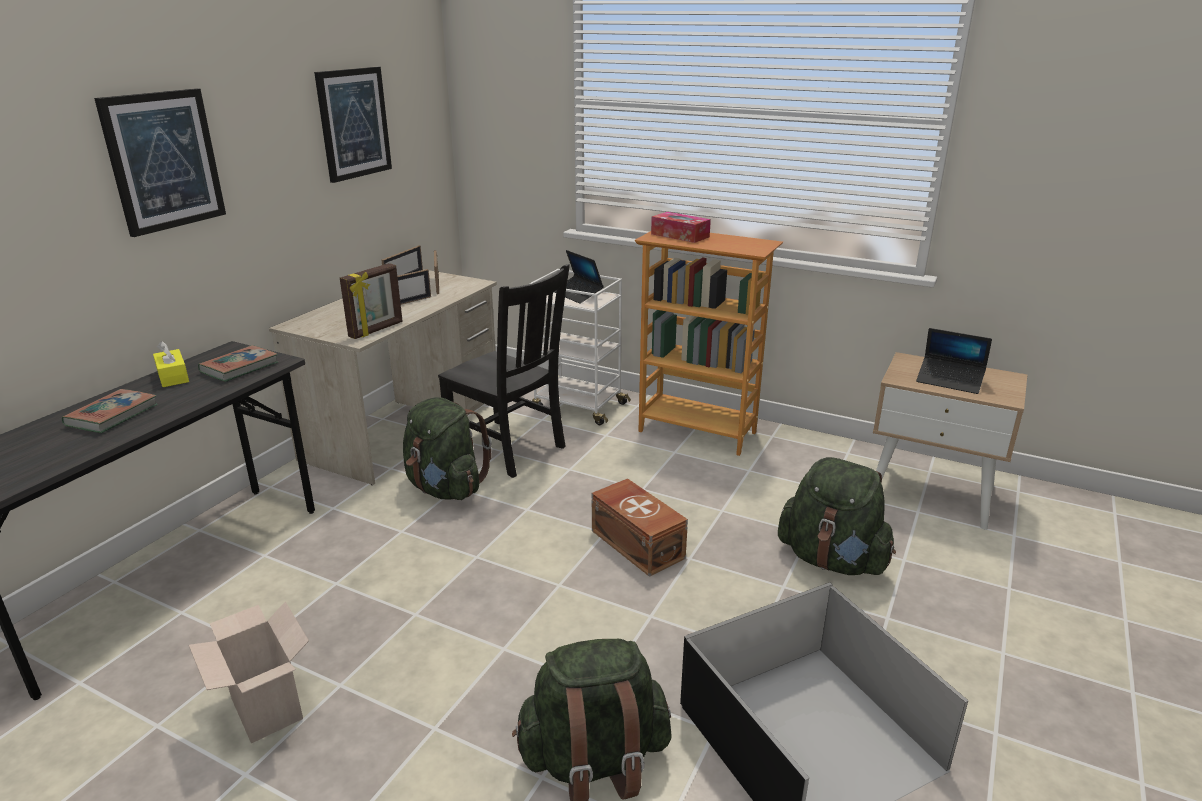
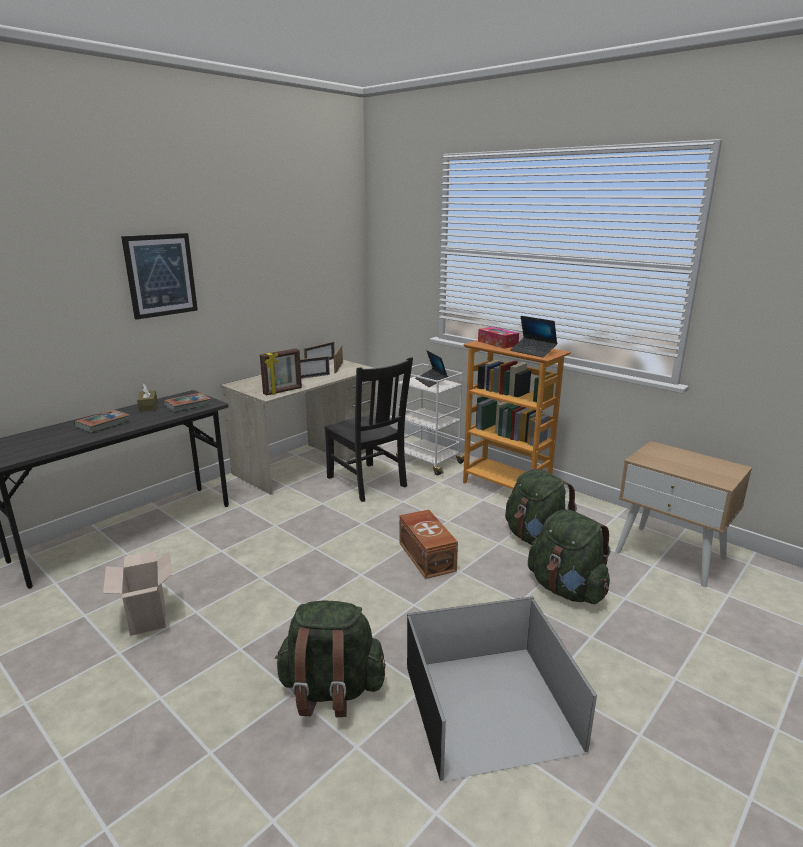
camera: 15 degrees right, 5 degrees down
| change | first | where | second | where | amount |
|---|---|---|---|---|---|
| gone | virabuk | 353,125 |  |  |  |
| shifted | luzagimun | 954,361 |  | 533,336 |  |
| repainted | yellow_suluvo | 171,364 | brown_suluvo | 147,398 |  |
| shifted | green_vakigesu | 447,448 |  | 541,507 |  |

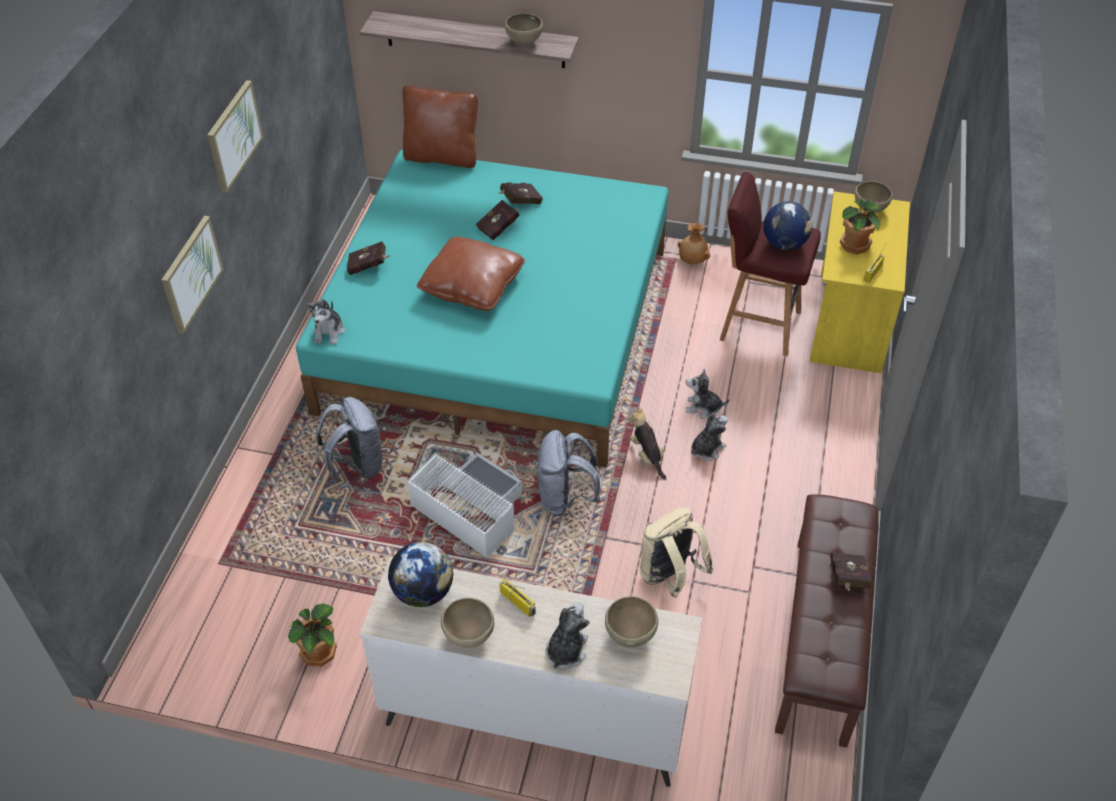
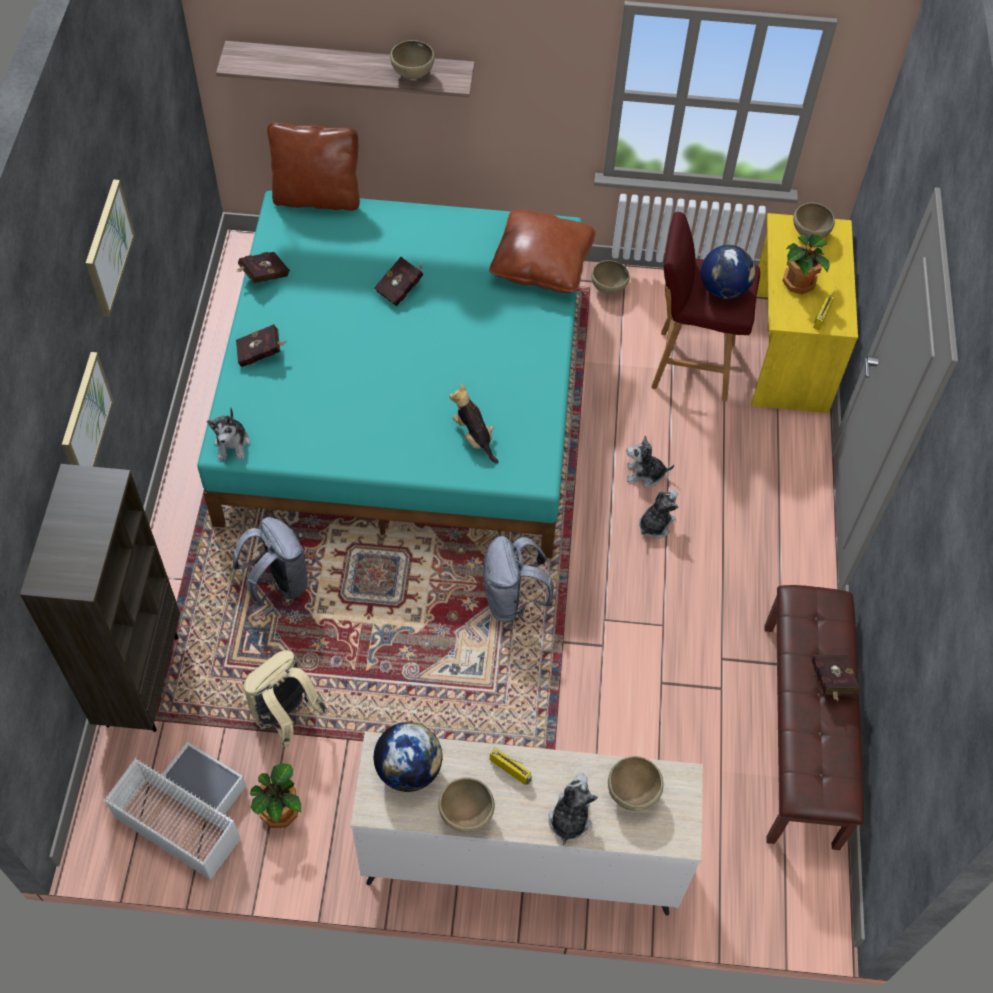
camera: 10 degrees left, 10 degrees up
| change | first | where | second | where | amount |
|---|---|---|---|---|---|
| shifted | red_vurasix | 521,193 |  | 263,267 |  |
| swapped | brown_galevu | 694,243 | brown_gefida | 610,277 |  |
| shifted | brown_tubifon | 471,274 |  | 542,251 |  |
| shifted | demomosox | 647,443 |  | 473,424 |  |
| shifted | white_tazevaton | 464,505 |  | 175,810 |  |
| shifted | beige_vakigesu | 677,552 |  | 285,698 |  |
| new |  |  | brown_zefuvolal | 100,598 |  |

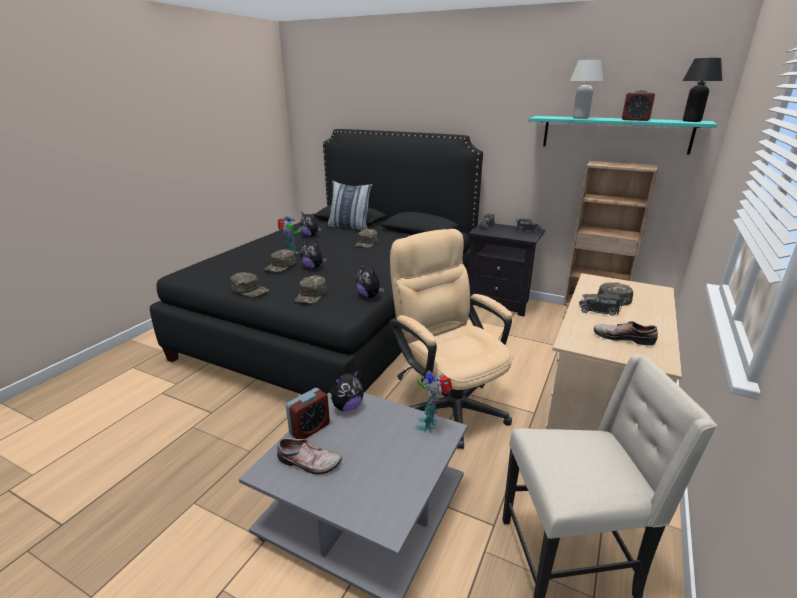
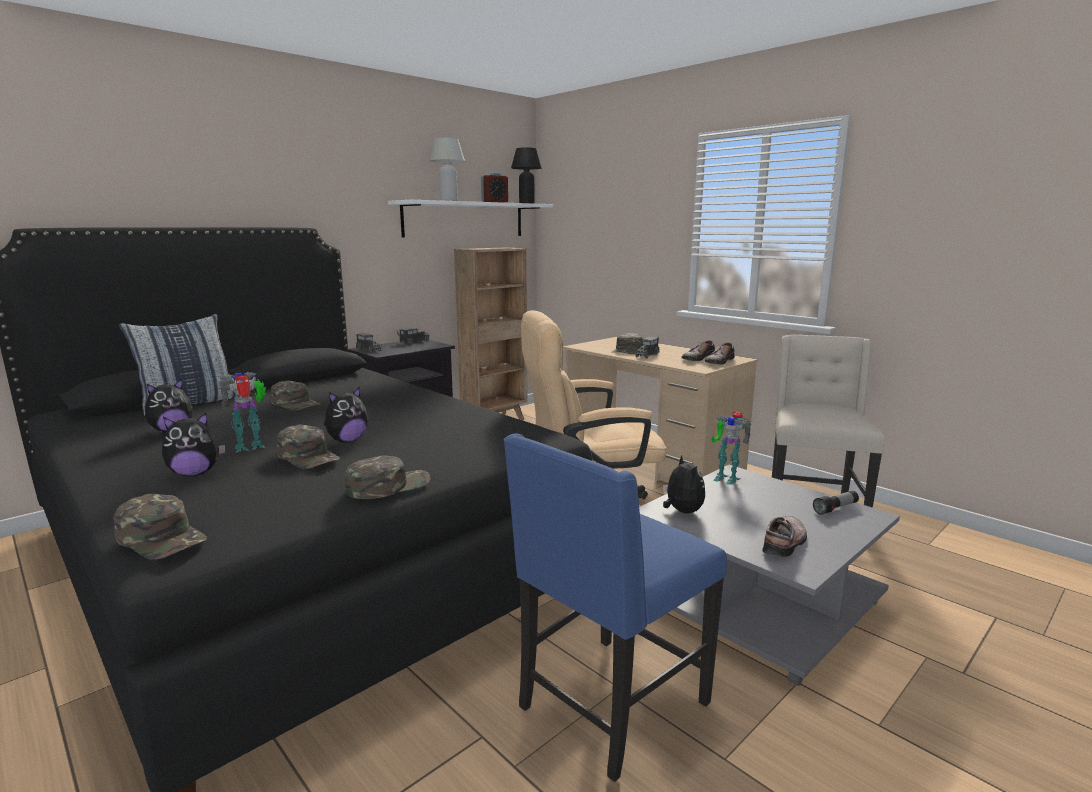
camera: 70 degrees left, 10 degrees down
| change | first | where | second | where | amount |
|---|---|---|---|---|---|
| repainted | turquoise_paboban | 622,135 | white_paboban | 470,219 |  |
| shifted | demomosox | 370,281 |  | 193,444 |  |
| shifted | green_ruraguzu | 310,289 |  | 160,527 |  |
| gone | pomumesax | 308,413 |  |  |  |
| new |  |  | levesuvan | 720,353 |  |
| new |  |  | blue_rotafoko | 615,608 |  |
| new |  |  | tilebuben | 836,503 |  |

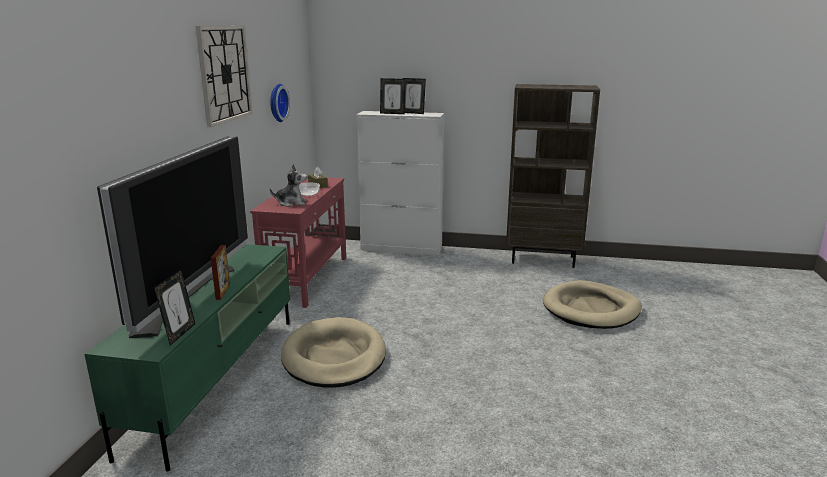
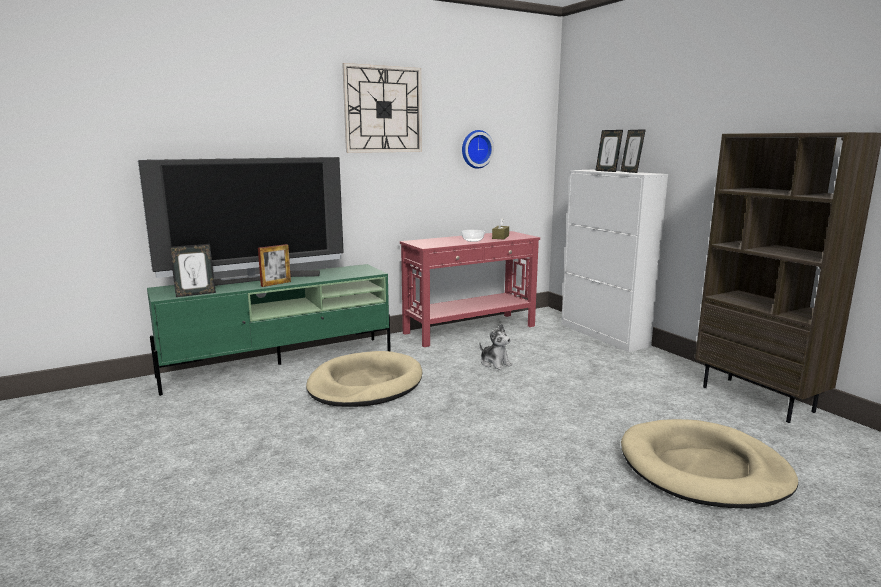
camera: 50 degrees right, 5 degrees down
| change | first | where | second | where | amount |
|---|---|---|---|---|---|
| shifted | demomosox | 288,185 |  | 496,347 |  |

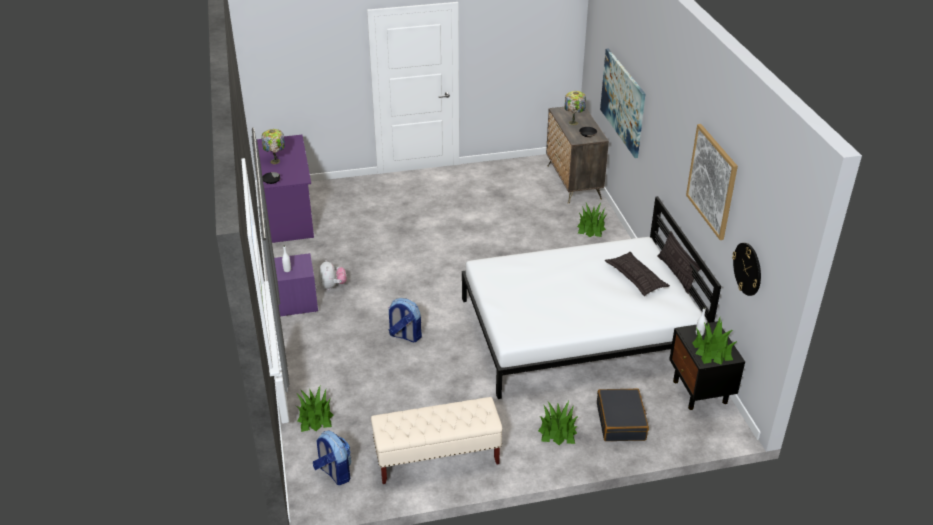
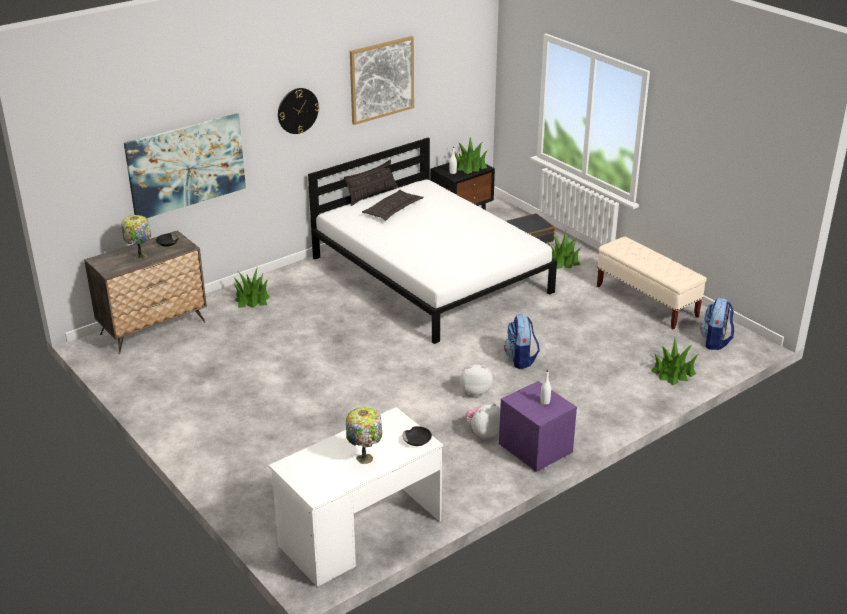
camera: 115 degrees left, 5 degrees down
| change | first | where | second | where | amount |
|---|---|---|---|---|---|
| repainted | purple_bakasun | 285,189 | white_bakasun | 356,497 |  |
| shifted | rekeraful | 746,269 |  | 298,111 |  |
| new |  |  | demomosox | 476,380 |  |

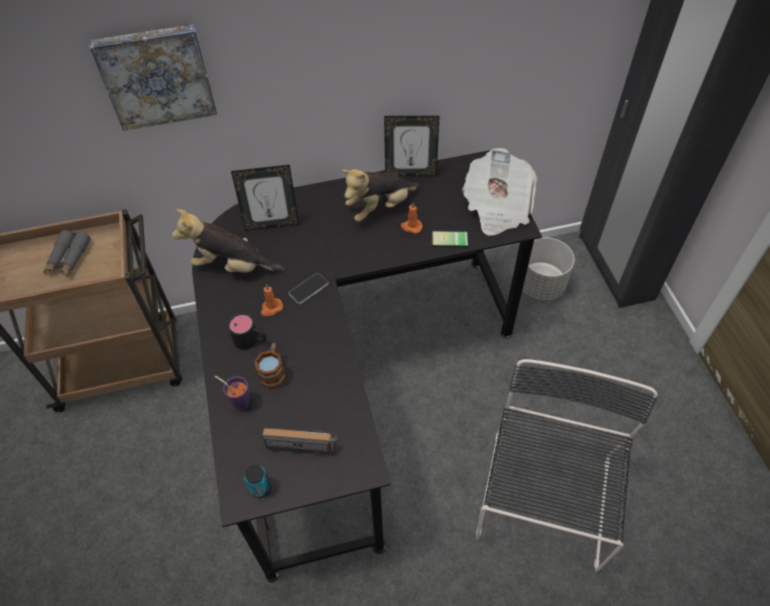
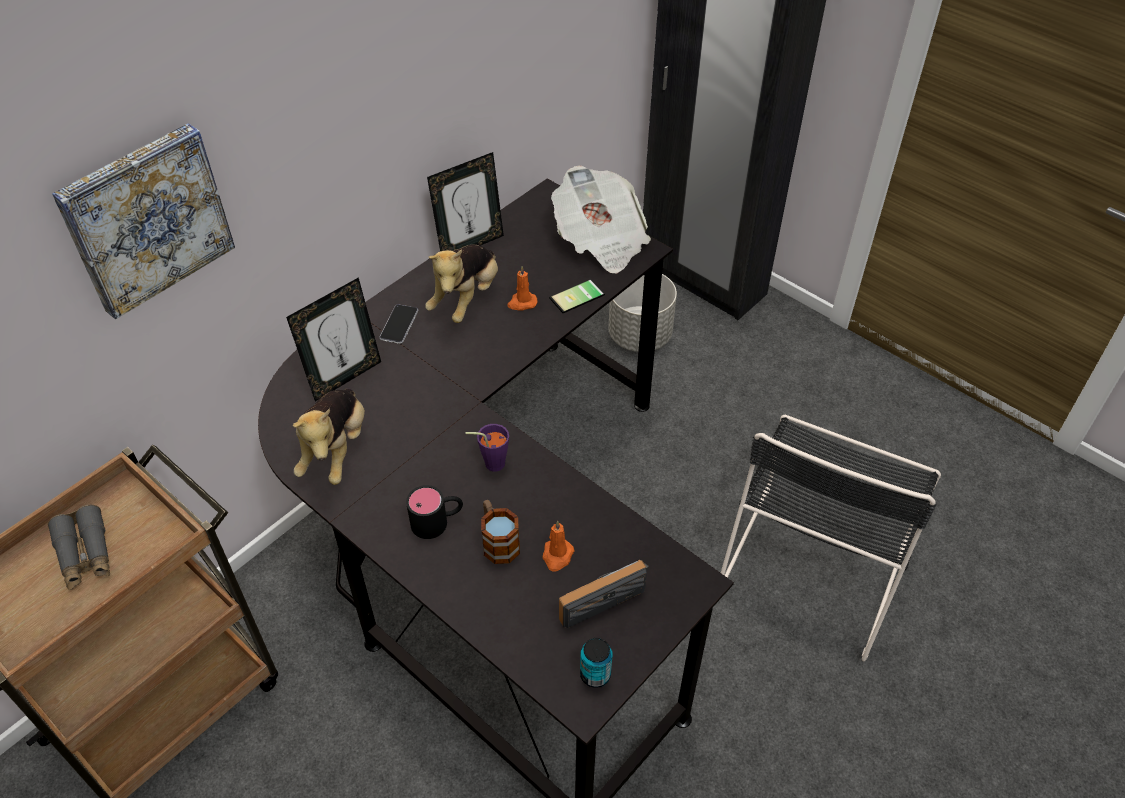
camera: 35 degrees left, 5 degrees down
| change | first | where | second | where | amount |
|---|---|---|---|---|---|
| rotated | demomosox | 228,241 |  | 329,436 | 60 degrees counterclockwise |
| shifted | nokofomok | 309,288 |  | 398,324 |  |
| shifted | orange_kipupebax | 272,300 |  | 558,546 |  |
| rotated | black_rotafoko | 567,465 |  | 831,538 | 135 degrees counterclockwise |
| shifted | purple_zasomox | 232,392 |  | 487,448 |  |

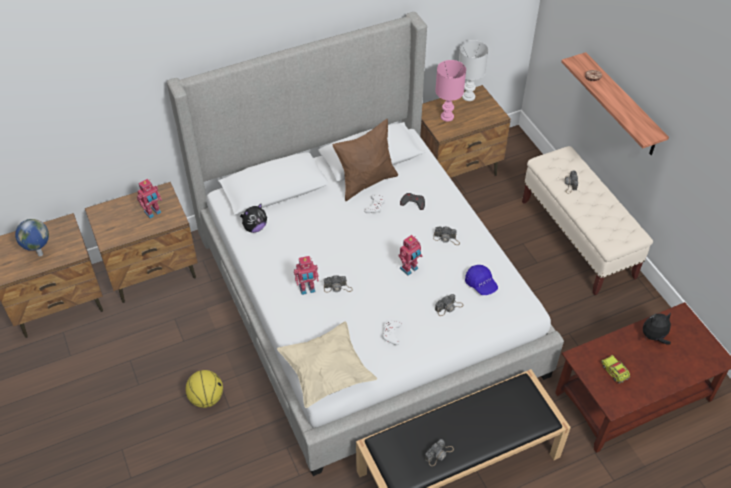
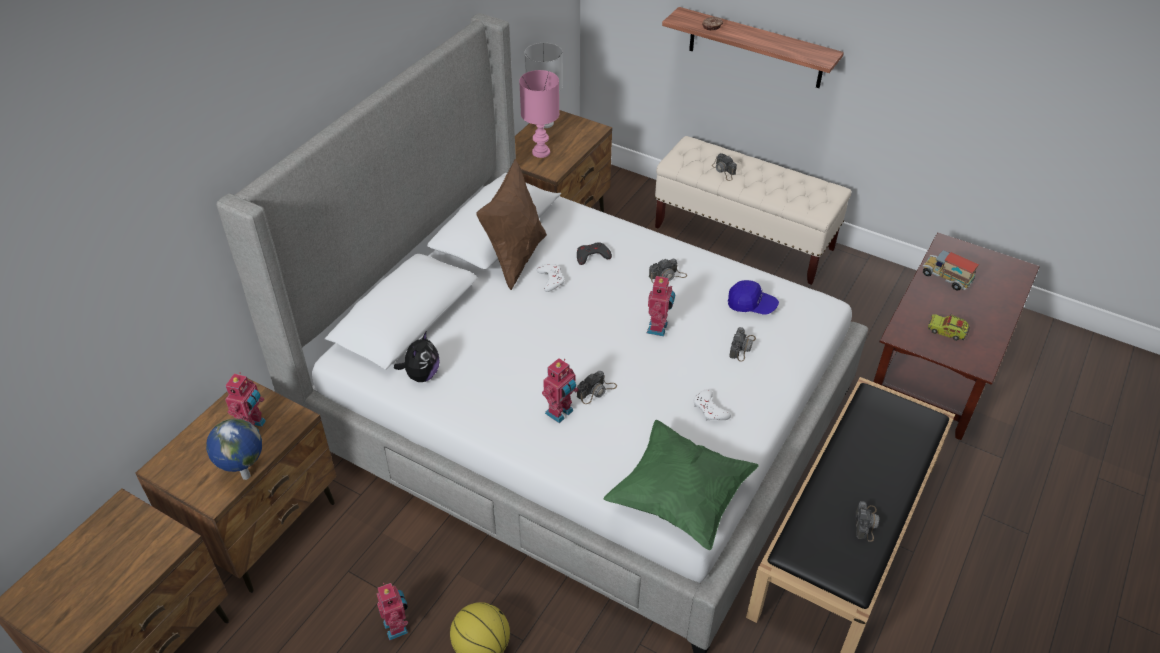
camera: 35 degrees left, 5 degrees down
| change | first | where | second | where | amount |
|---|---|---|---|---|---|
| shifted | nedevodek | 32,237 |  | 234,449 |  |
| swapped | demomosox | 657,329 | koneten | 951,270 |  |
| repainted | beige_tubifon | 327,364 | green_tubifon | 681,485 |  |
| new |  |  | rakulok | 392,612 |  |

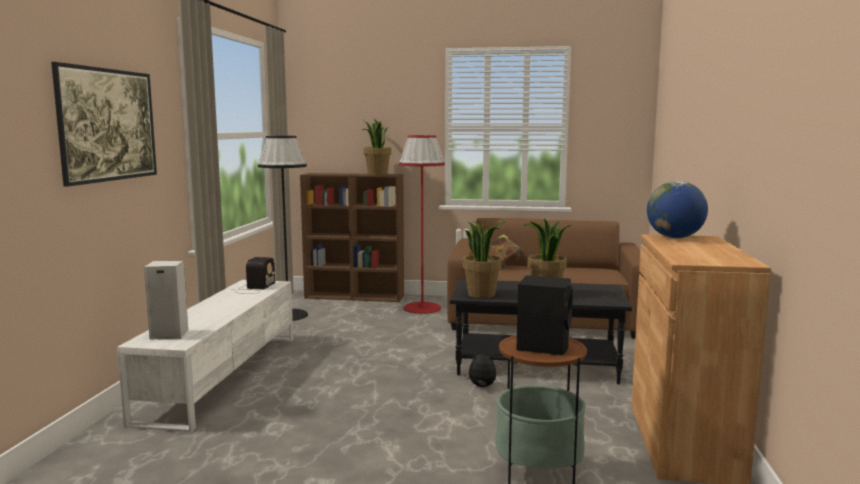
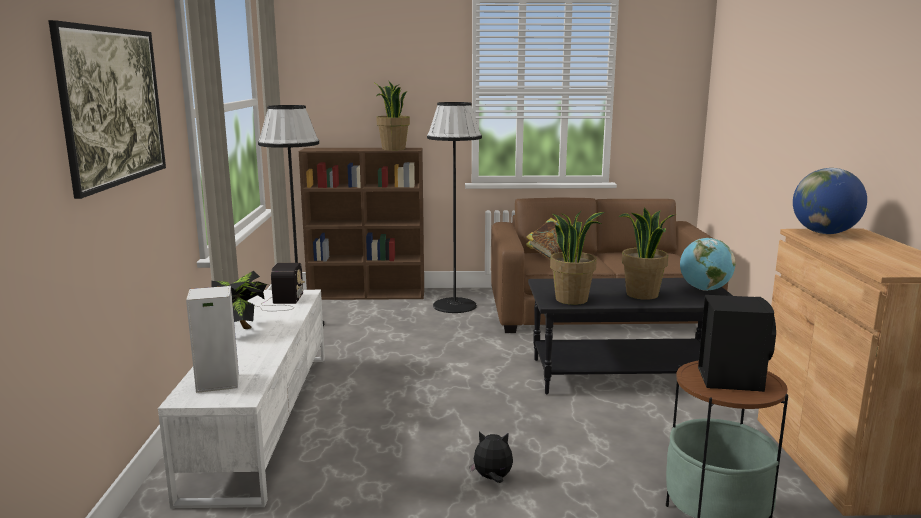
camera: 10 degrees left, 5 degrees up
| change | first | where | second | where | amount |
|---|---|---|---|---|---|
| repainted | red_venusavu | 422,224 | black_venusavu | 454,207 |  |
| shifted | demomosox | 480,369 |  | 491,457 |  |
| new |  |  | nedevodek | 707,264 |  |
| new |  |  | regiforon | 241,300 |  |

